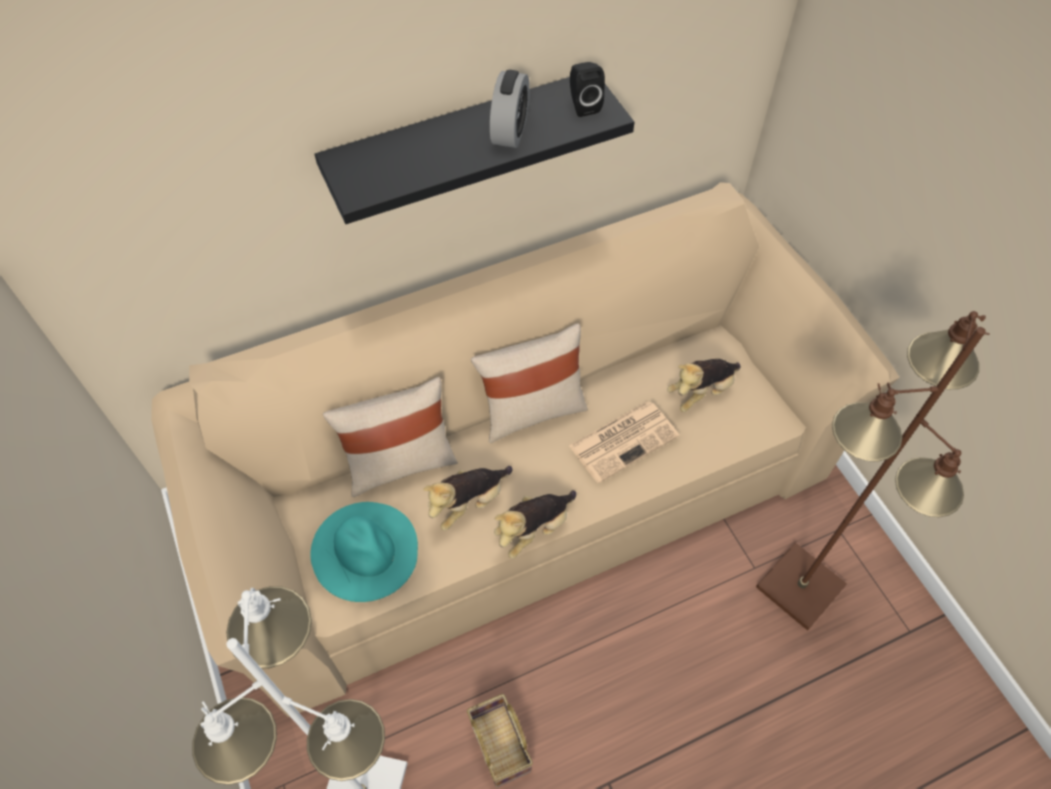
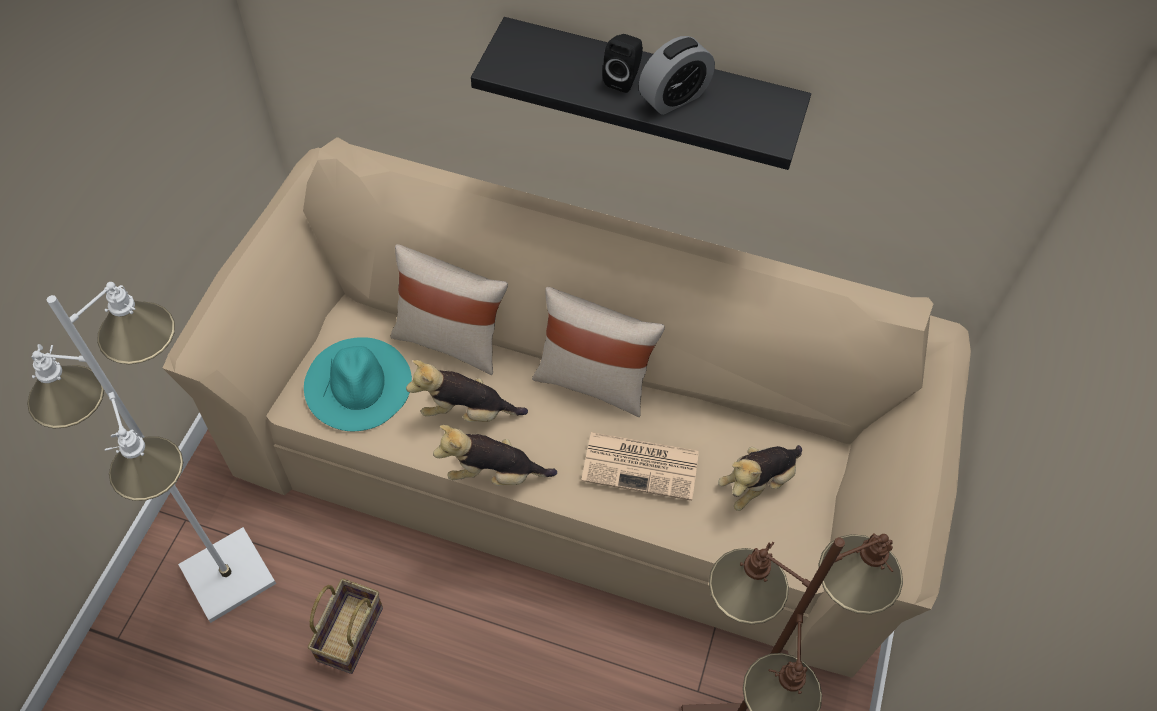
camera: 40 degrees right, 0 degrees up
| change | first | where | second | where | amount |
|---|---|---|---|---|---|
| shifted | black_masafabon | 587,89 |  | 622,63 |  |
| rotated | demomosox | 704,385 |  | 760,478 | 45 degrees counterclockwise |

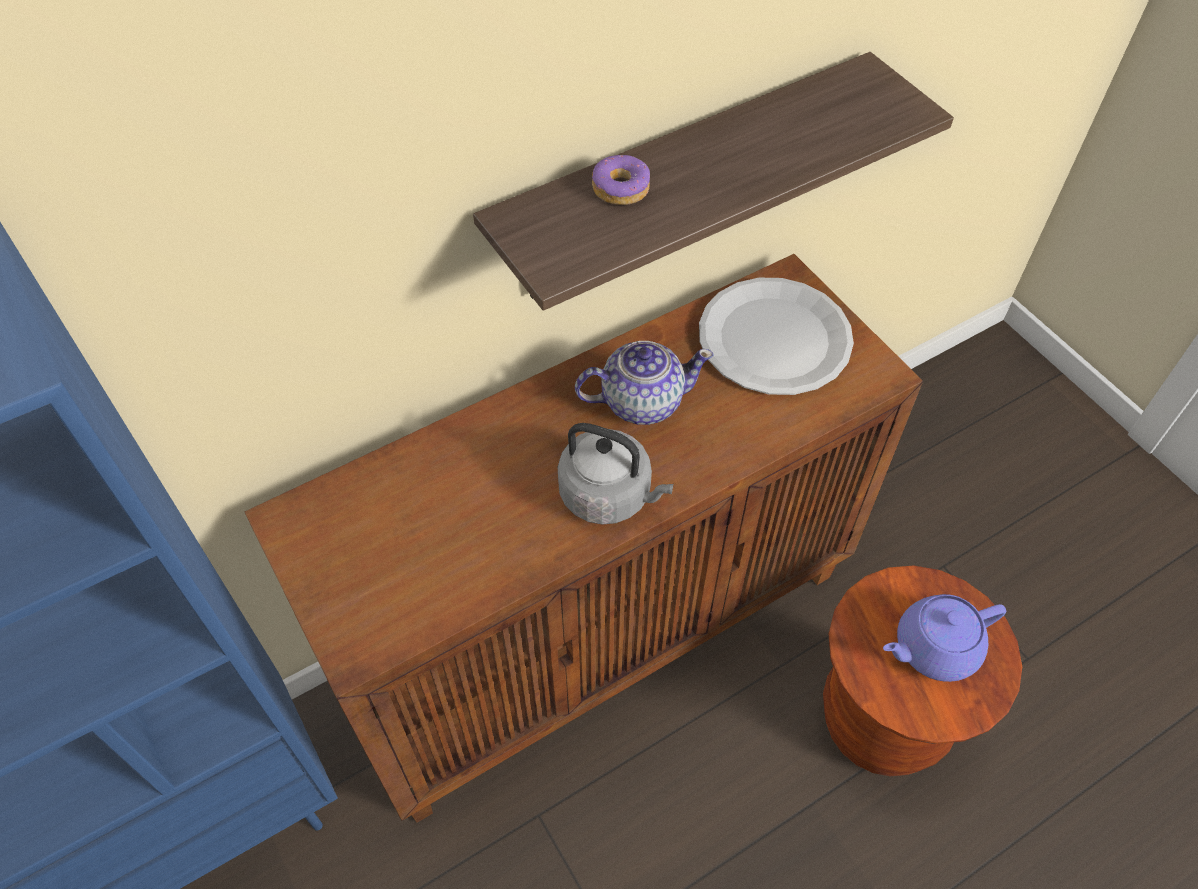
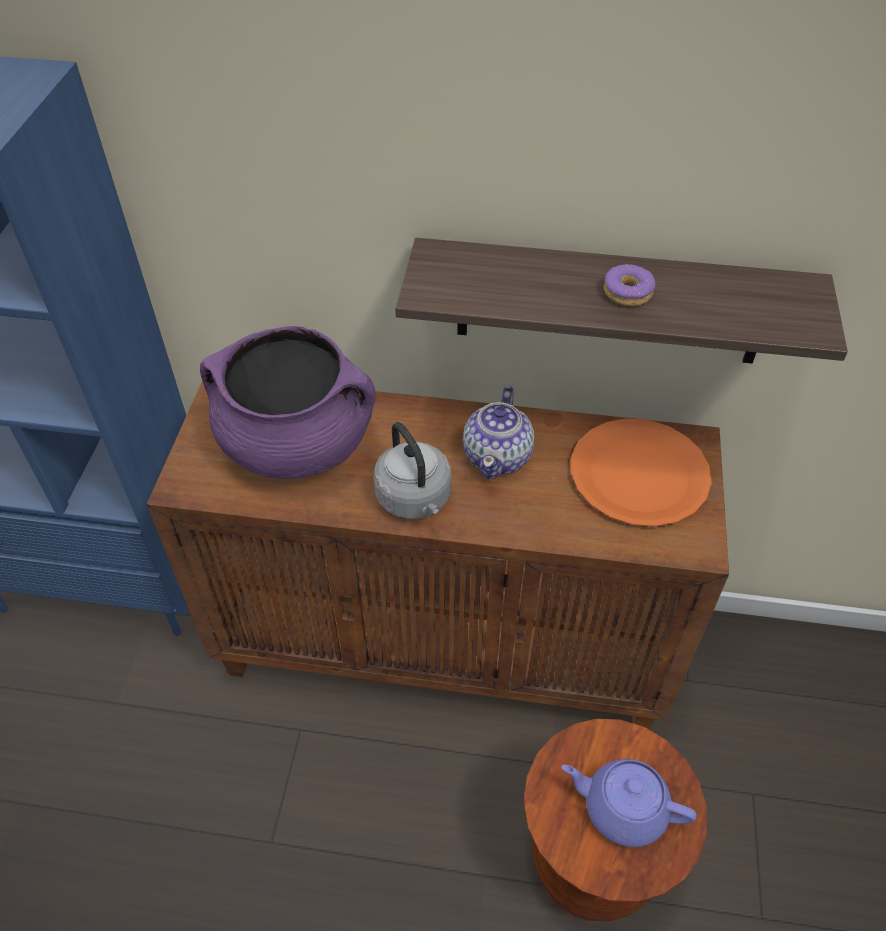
camera: 40 degrees right, 5 degrees down
| change | first | where | second | where | amount |
|---|---|---|---|---|---|
| shifted | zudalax | 621,180 |  | 629,285 |  |
| repainted | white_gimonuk | 776,336 | orange_gimonuk | 641,472 |  |
| rotated | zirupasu | 644,383 |  | 498,432 | 75 degrees clockwise |
| new |  |  | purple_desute | 288,402 |  |

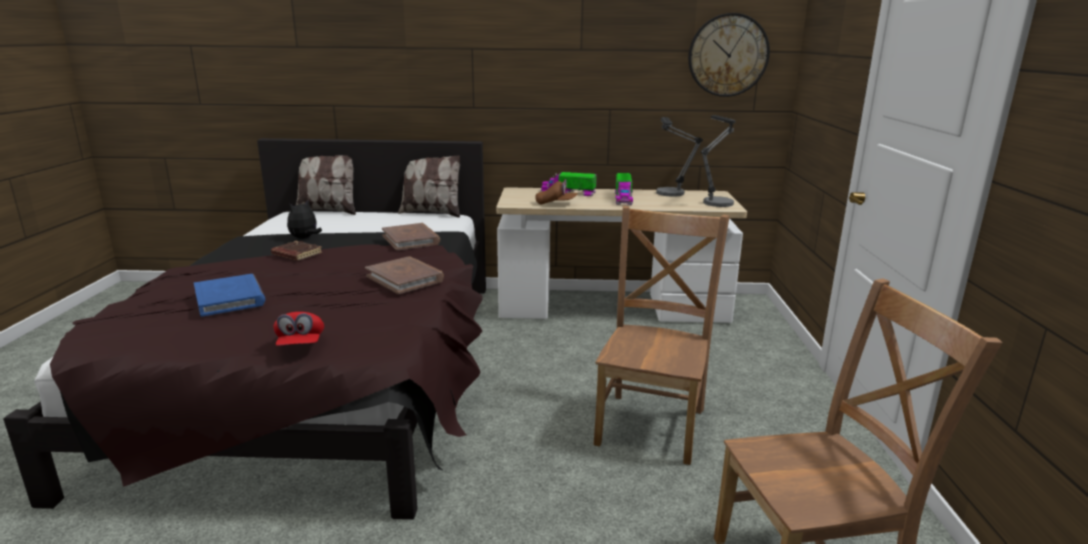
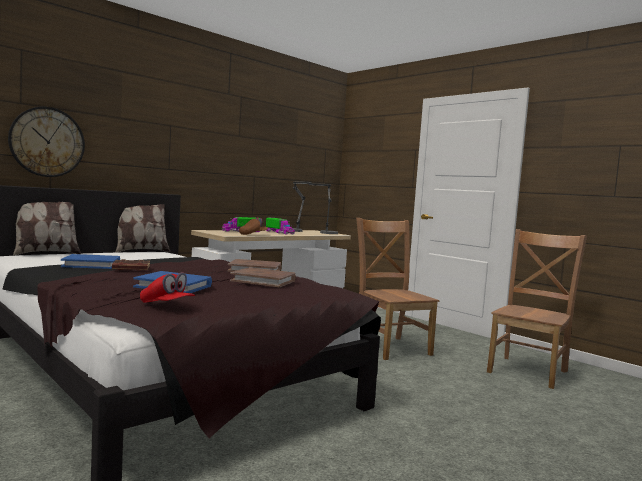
camera: 45 degrees left, 15 degrees down
| change | first | where | second | where | amount |
|---|---|---|---|---|---|
| shifted | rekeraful | 729,55 |  | 46,141 |  |
| swapped | demomosox | 304,219 | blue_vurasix | 90,261 |  |
| shifted | brown_vurasix | 411,236 |  | 263,277 |  |
| shifted | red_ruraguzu | 298,329 |  | 167,287 |  |

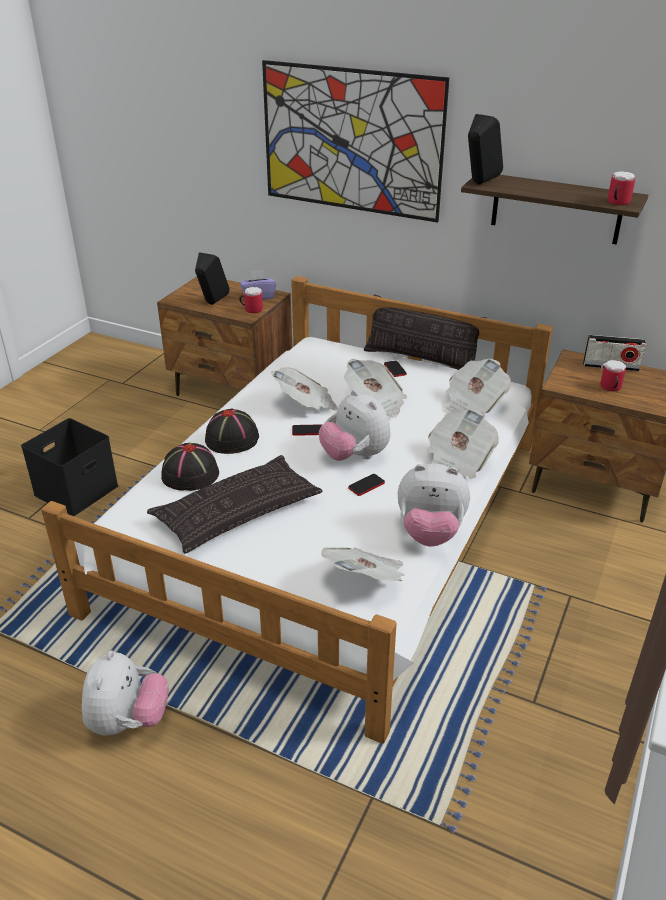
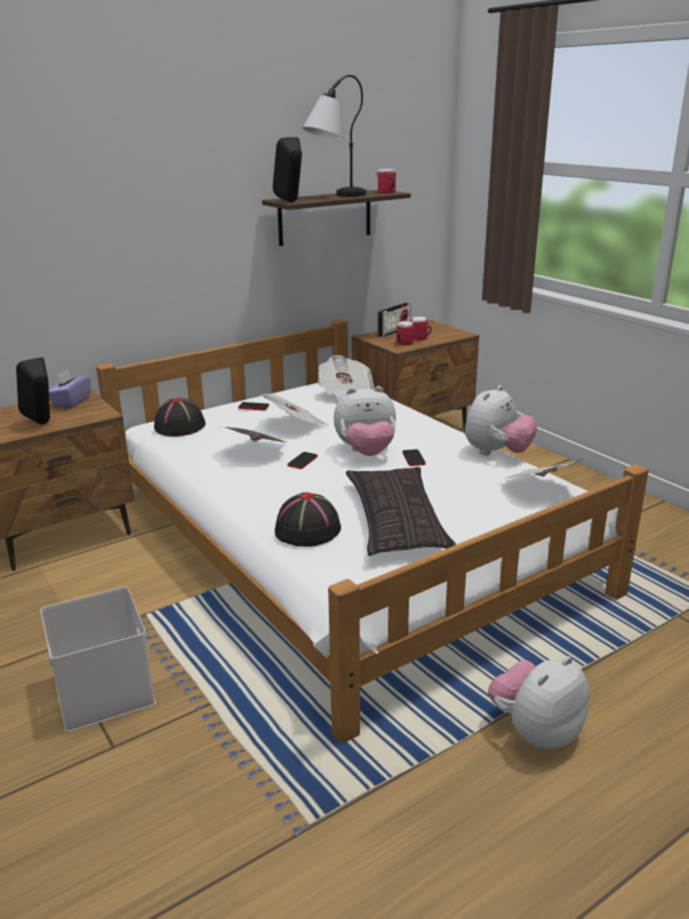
camera: 60 degrees left, 10 degrees down
| change | first | where | second | where | amount |
|---|---|---|---|---|---|
| gone | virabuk | 355,141 |  |  |  |
| shifted | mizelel | 251,300 |  | 405,333 |  |
| gone | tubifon | 425,332 |  |  |  |
| shifted | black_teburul | 232,431 |  | 180,417 |  |
| gone | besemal | 463,444 |  |  |  |
| repainted | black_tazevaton | 69,467 | white_tazevaton | 98,659 |  |
| rotated | demomosox | 125,692 |  | 538,703 | 75 degrees counterclockwise |
| new |  |  | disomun | 334,136 |  |

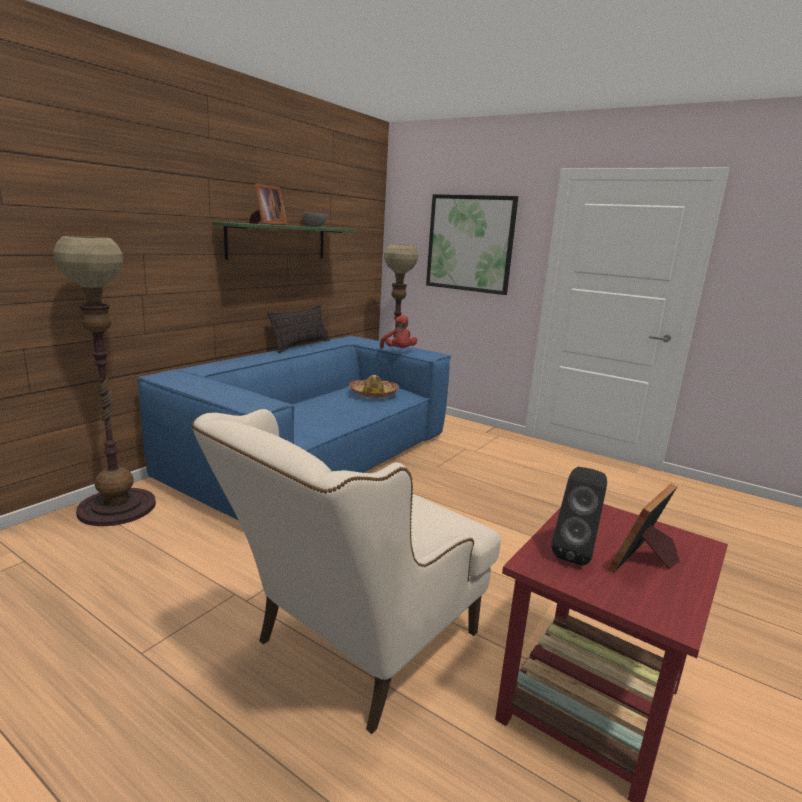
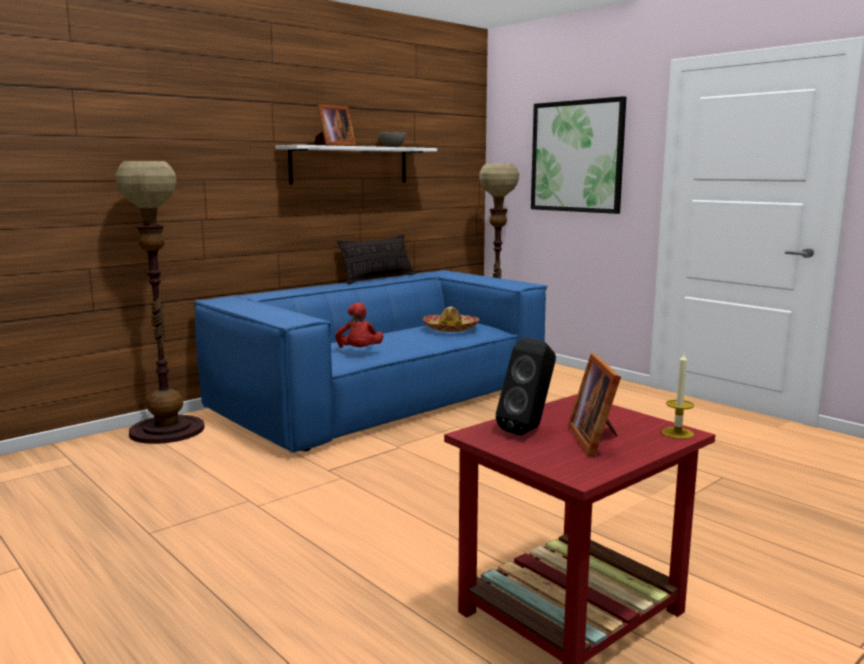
camera: 15 degrees right, 5 degrees down
| change | first | where | second | where | amount |
|---|---|---|---|---|---|
| repainted | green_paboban | 283,241 | white_paboban | 356,164 |  |
| shifted | red_demomosox | 398,332 |  | 359,325 |  |
| gone | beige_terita | 346,571 |  |  |  |
| rotated | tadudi | 644,528 |  | 594,405 | 60 degrees counterclockwise |
| new |  |  | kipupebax | 677,396 |  |

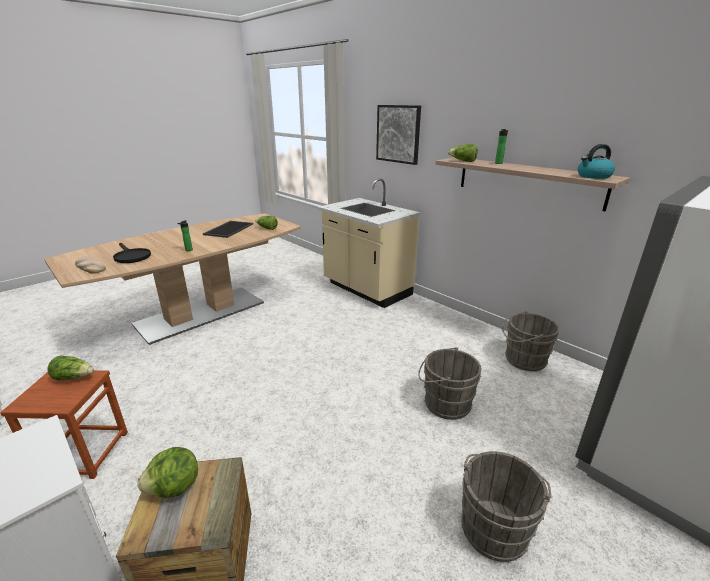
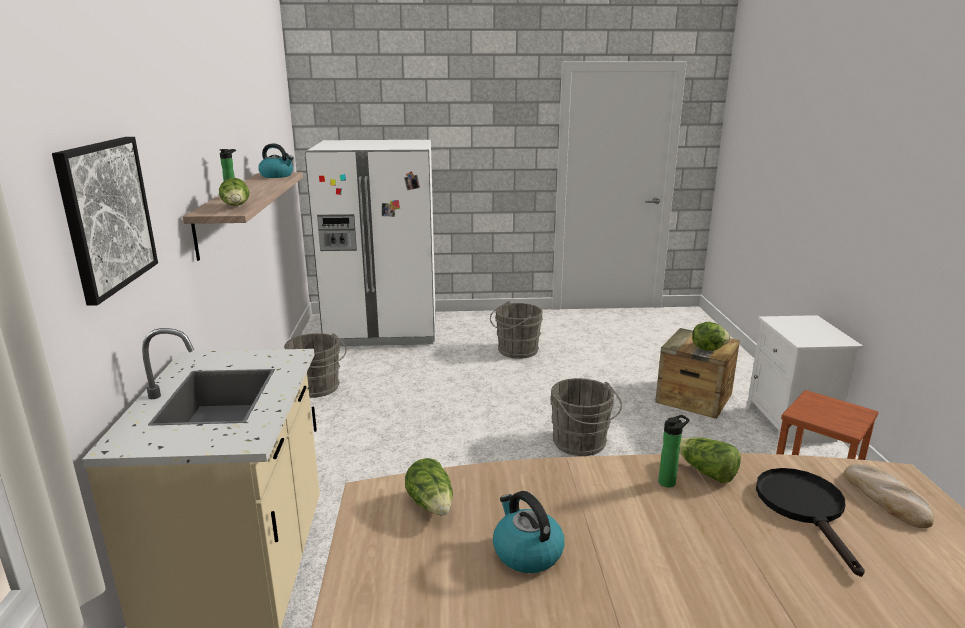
camera: 140 degrees left, 5 degrees down
| change | first | where | second | where | amount |
|---|---|---|---|---|---|
| swapped | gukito | 228,229 | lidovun | 529,532 |  |
| shifted | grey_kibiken | 449,383 |  | 586,417 |  |
| shifted | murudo | 70,368 |  | 710,460 |  |

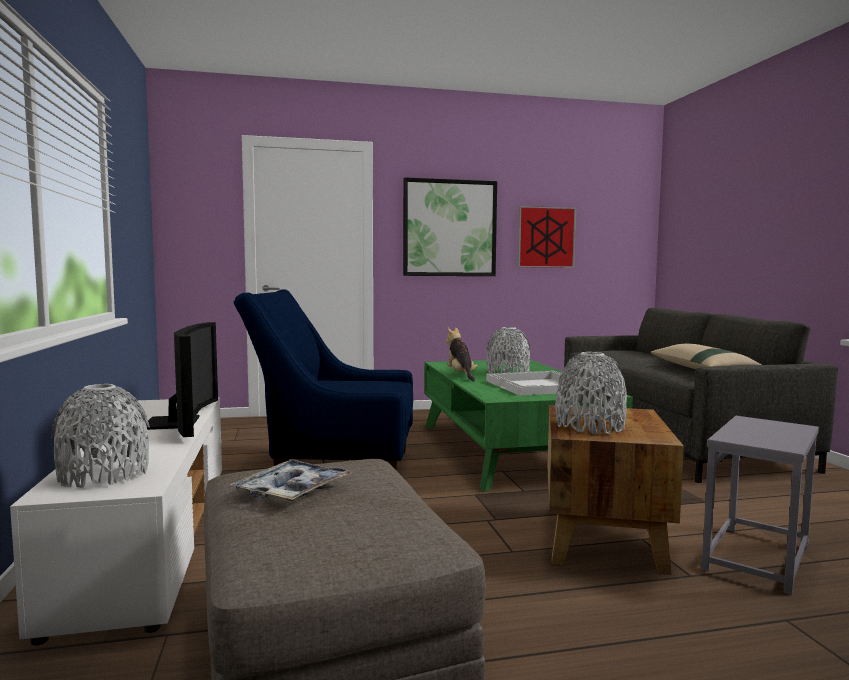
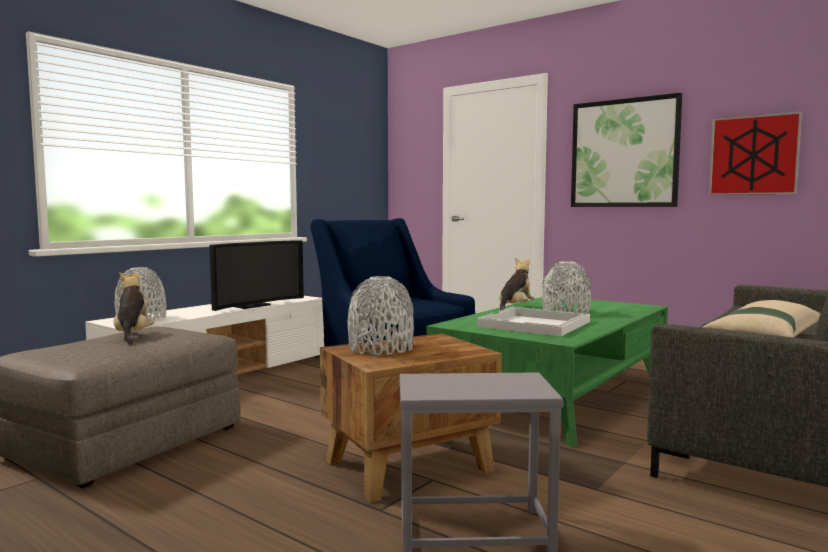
camera: 50 degrees right, 0 degrees up
| change | first | where | second | where | amount |
|---|---|---|---|---|---|
| swapped | gukito | 291,480 | demomosox | 134,308 |  |

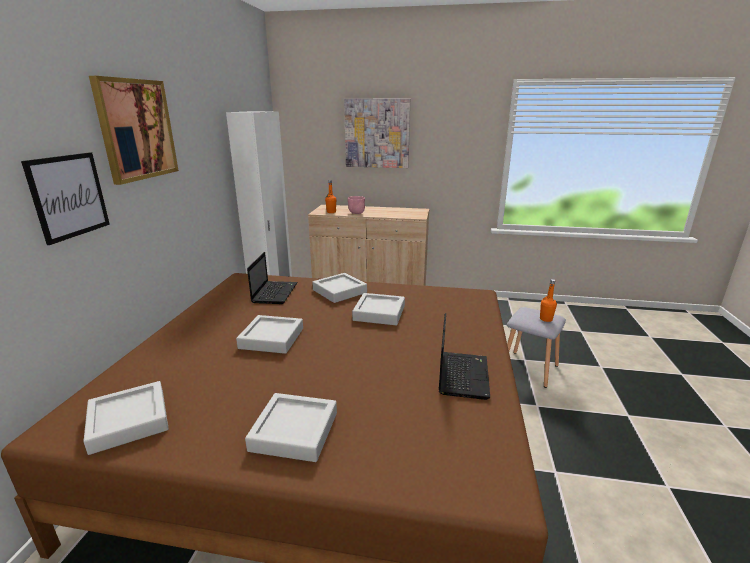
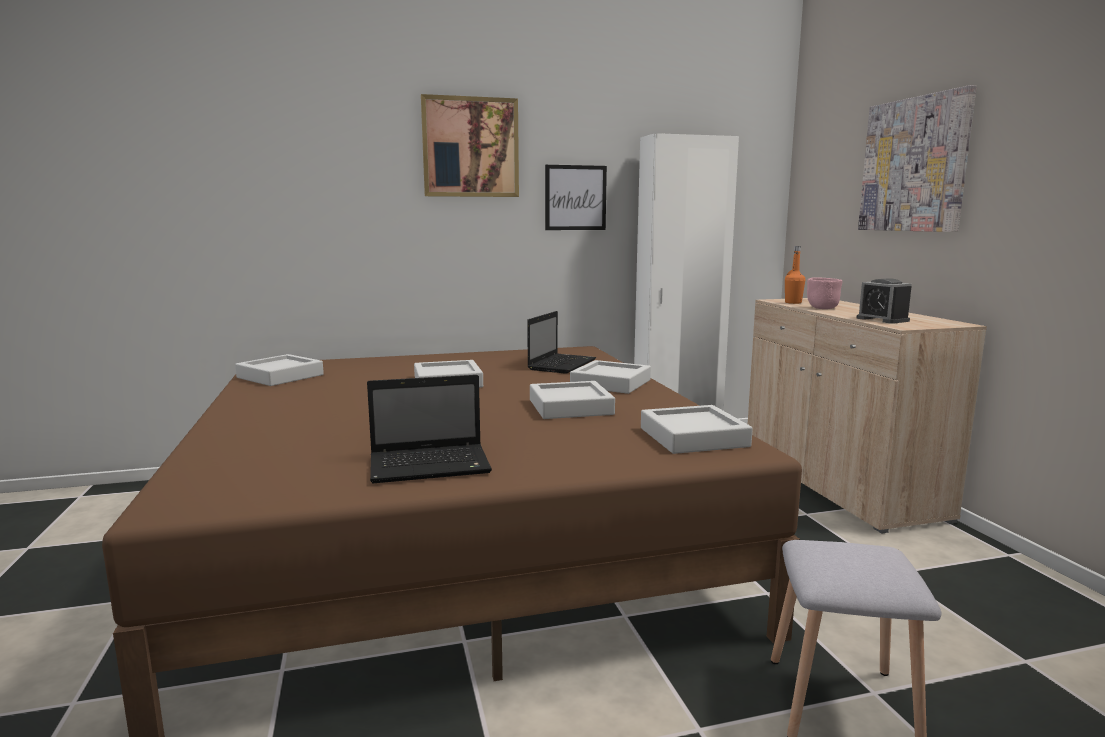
camera: 65 degrees right, 10 degrees down
| change | first | where | second | where | amount |
|---|---|---|---|---|---|
| shifted | virabuk | 65,198 |  | 576,197 |  |
| rotated | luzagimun | 272,278 |  | 561,342 | 45 degrees counterclockwise |
| gone | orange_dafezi | 548,300 |  |  |  |
| shifted | grey_gukito | 291,427 |  | 697,429 |  |
| new |  |  | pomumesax | 884,301 |  |

